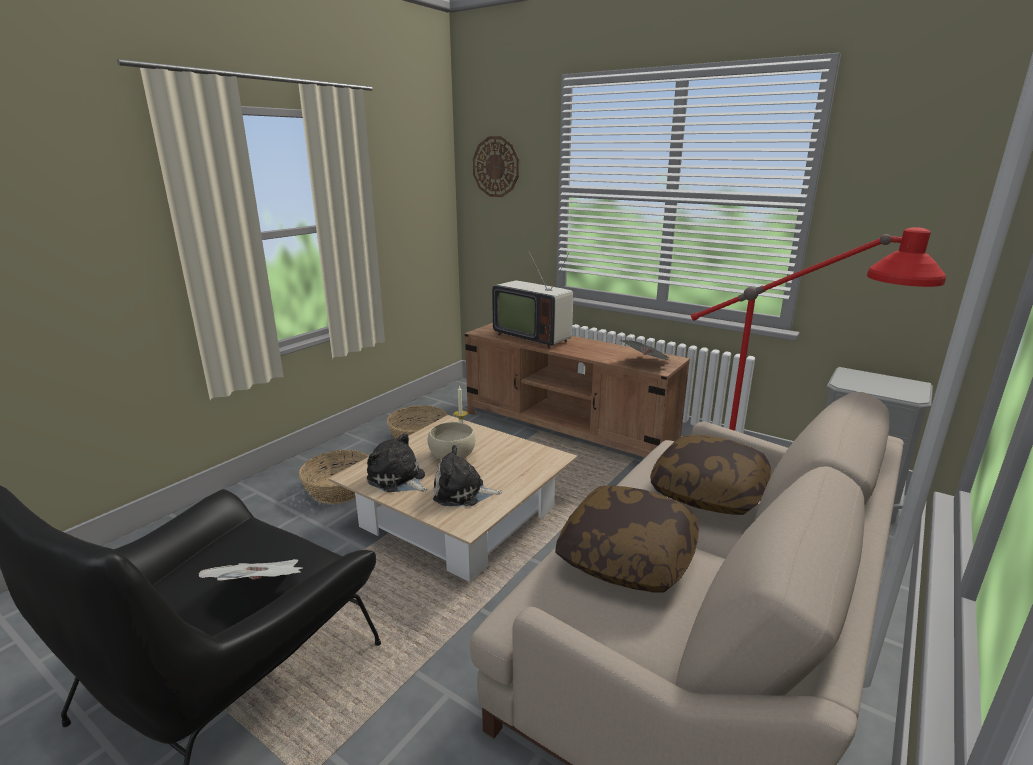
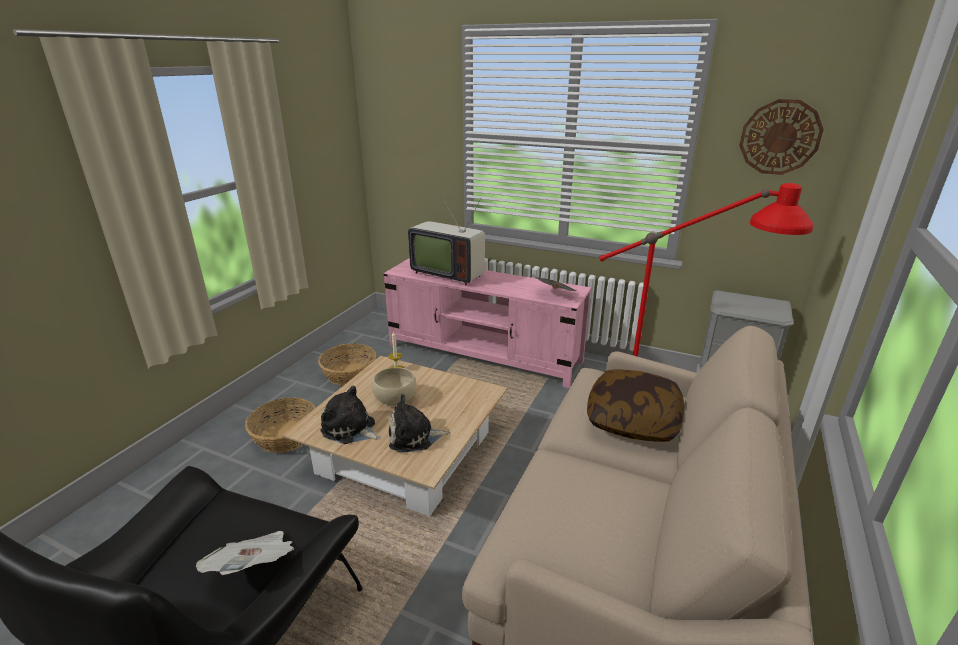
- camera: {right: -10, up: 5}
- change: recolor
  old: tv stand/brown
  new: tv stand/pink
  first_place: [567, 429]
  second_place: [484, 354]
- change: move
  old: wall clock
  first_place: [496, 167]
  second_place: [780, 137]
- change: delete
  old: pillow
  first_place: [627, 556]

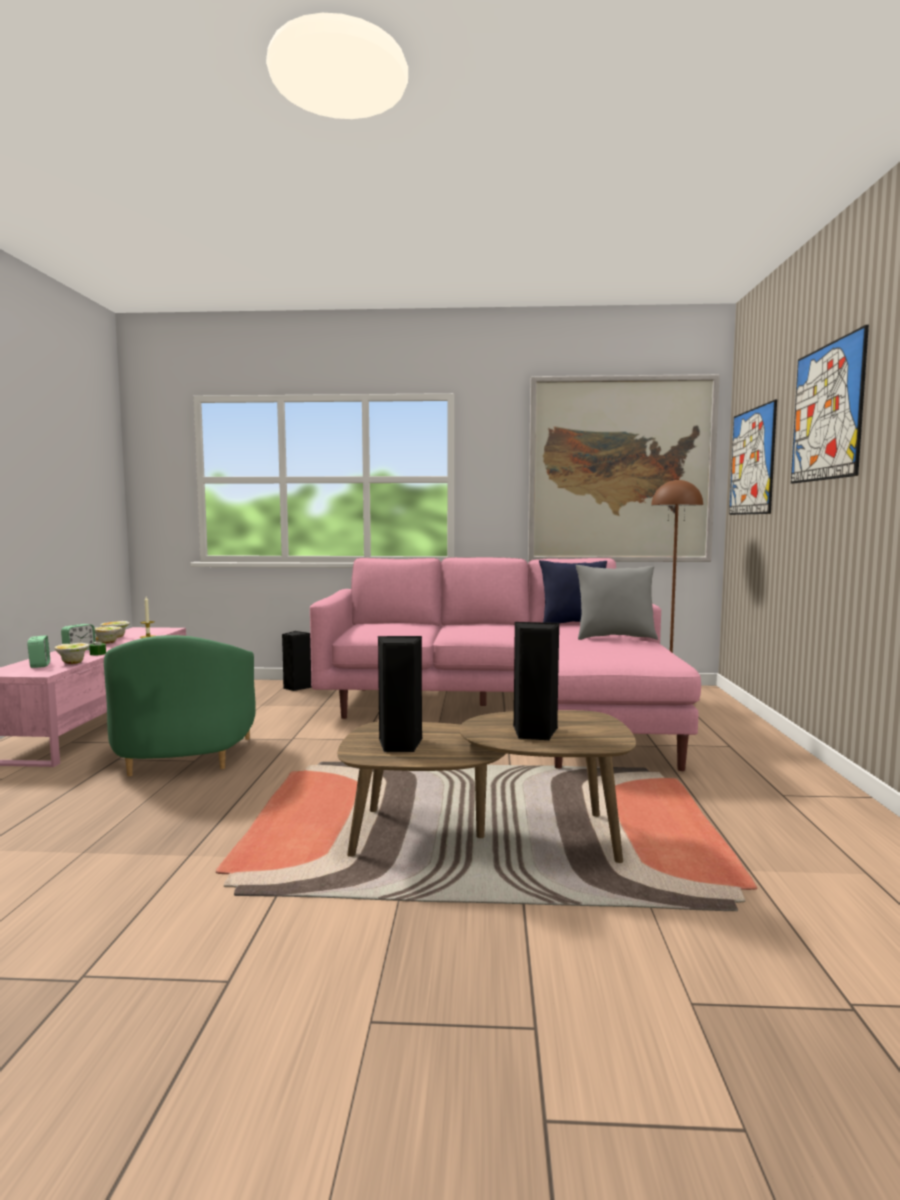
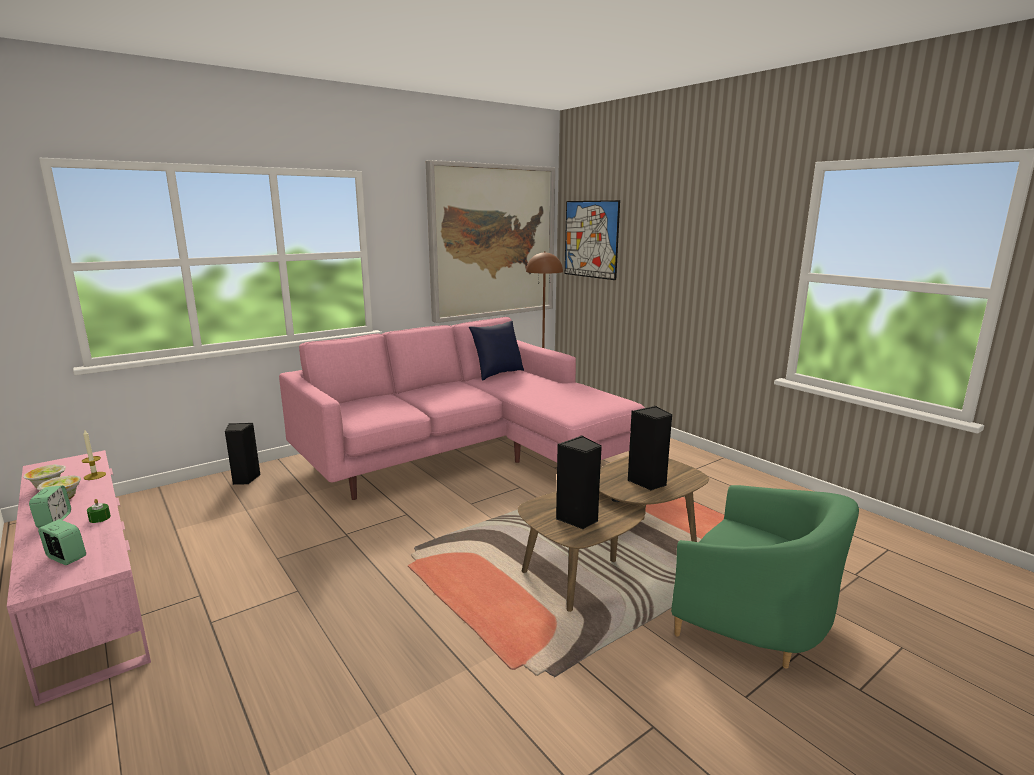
- camera: {right: -40, up: 10}
- change: delete
  old: bowl
  first_place: [74, 663]
- change: move
  old: armchair/green
  first_place: [183, 758]
  second_place: [753, 621]
- change: delete
  old: pillow/grey
  first_place: [614, 638]
- change: delete
  old: picture
  first_place: [826, 412]

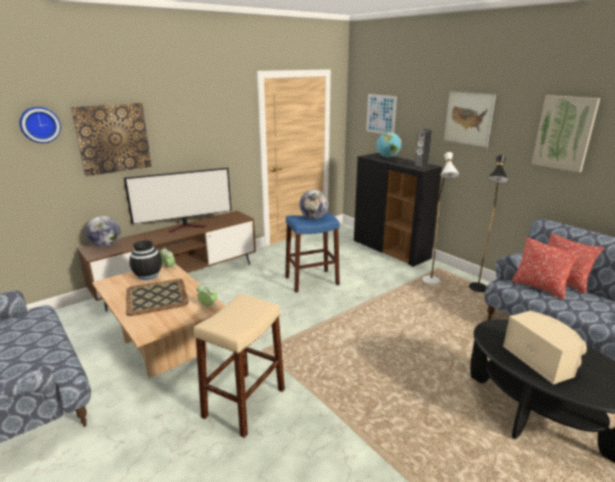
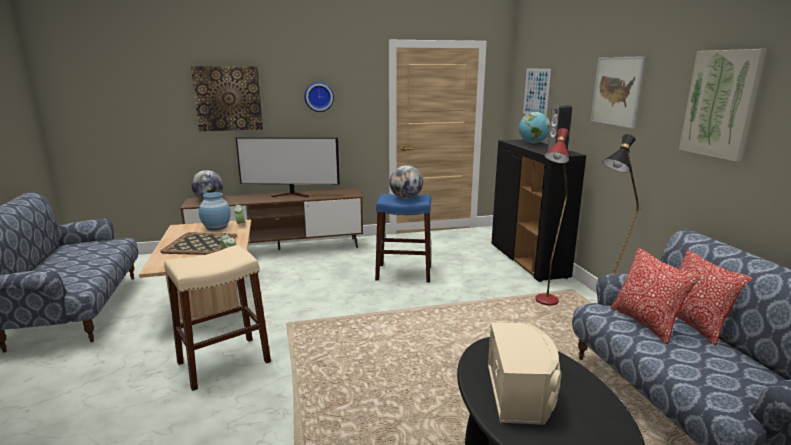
- camera: {right: 25, up: -5}
- change: move
  old: wall clock
  first_place: [40, 124]
  second_place: [319, 96]
- change: recolor
  old: vase/black
  new: vase/blue
  first_place: [147, 275]
  second_place: [216, 227]
- change: recolor
  old: floor lamp/white
  new: floor lamp/red
  first_place: [432, 284]
  second_place: [545, 304]

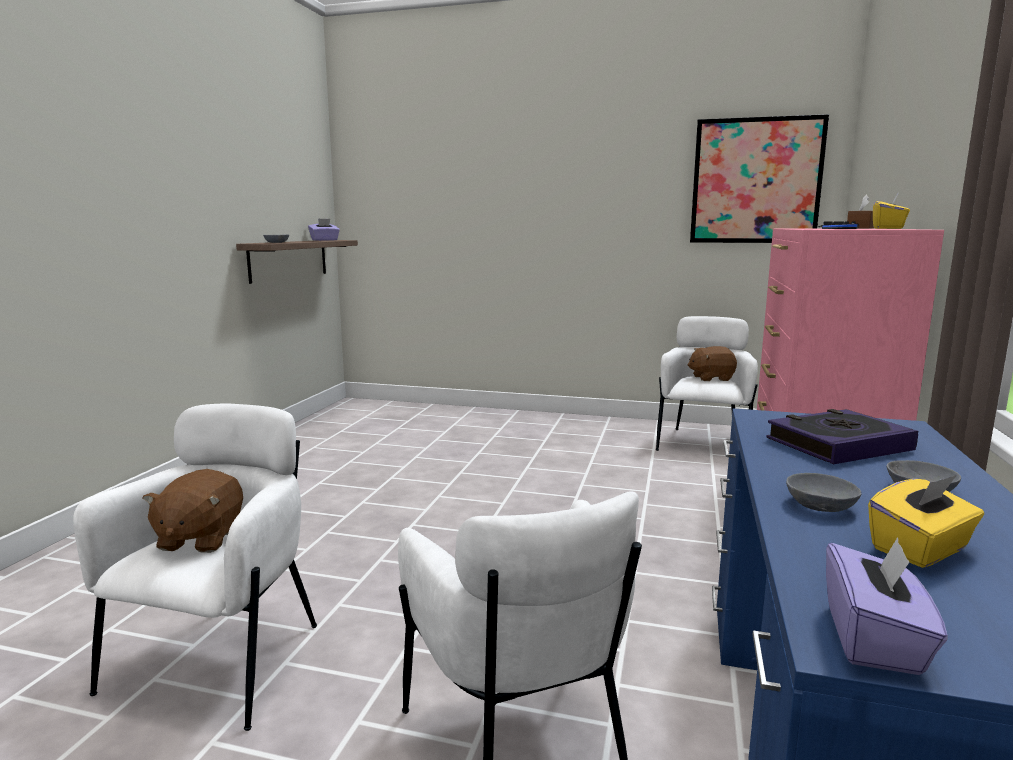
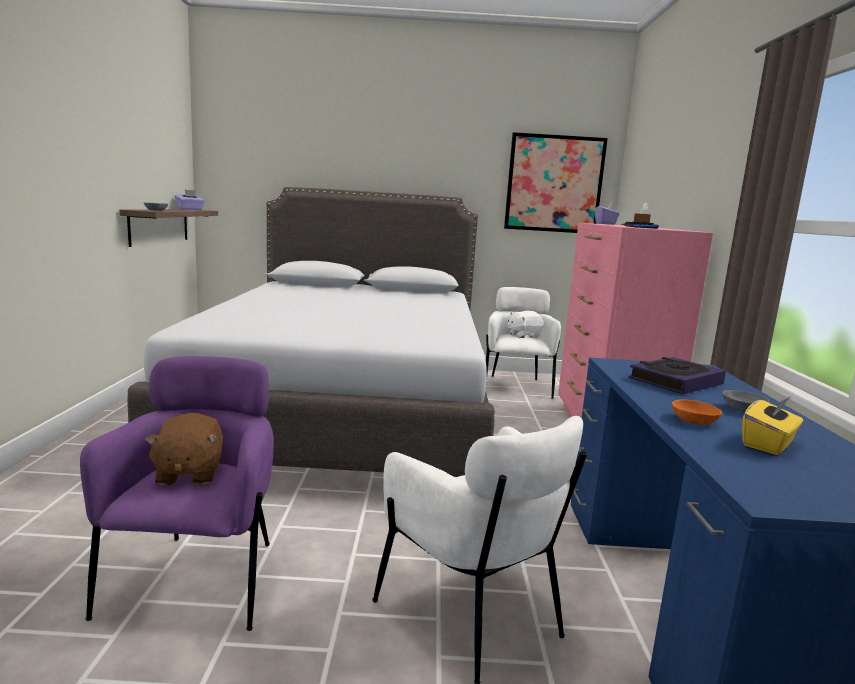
- camera: {right: -15, up: 0}
- change: recolor
  old: armchair/white
  new: armchair/purple
  first_place: [222, 660]
  second_place: [198, 579]
- change: recolor
  old: plush toy/brown
  new: plush toy/white
  first_place: [711, 378]
  second_place: [523, 335]
- change: recolor
  old: bowl/grey
  new: bowl/orange
  first_place: [823, 505]
  second_place: [695, 421]
- change: move
  old: tissue box/purple
  first_place: [874, 639]
  second_place: [605, 224]
- change: delete
  old: tissue box/yellow
  first_place: [888, 228]
- change: insert
  new: bed/grey
  second_place: [346, 410]

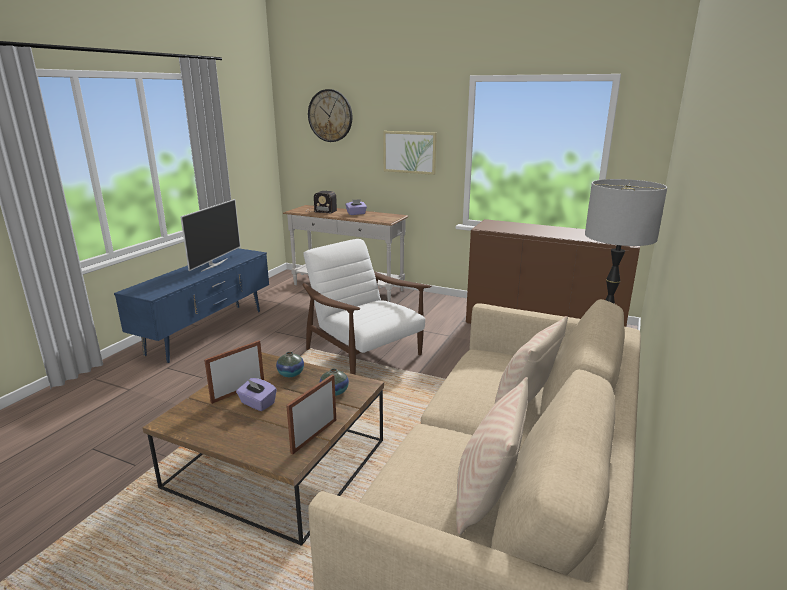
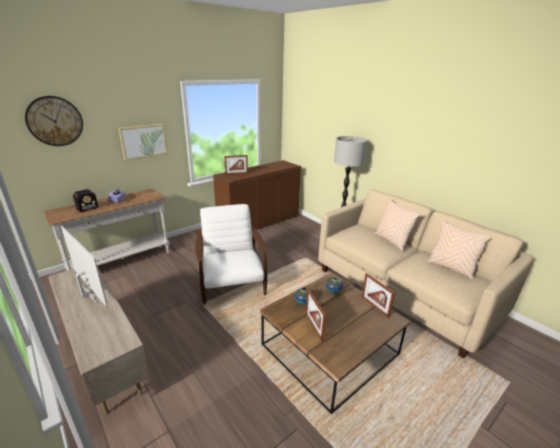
- camera: {right: -65, up: 5}
- change: recolor
  old: tv stand/blue
  new: tv stand/beige
  first_place: [207, 332]
  second_place: [105, 357]
- change: delete
  old: tissue box/purple
  first_place: [257, 403]
- change: rotate
  old: armchair/white
  first_place: [365, 353]
  second_place: [232, 283]
  degrees: 90
- change: insert
  new: picture frame
  second_place: [236, 173]

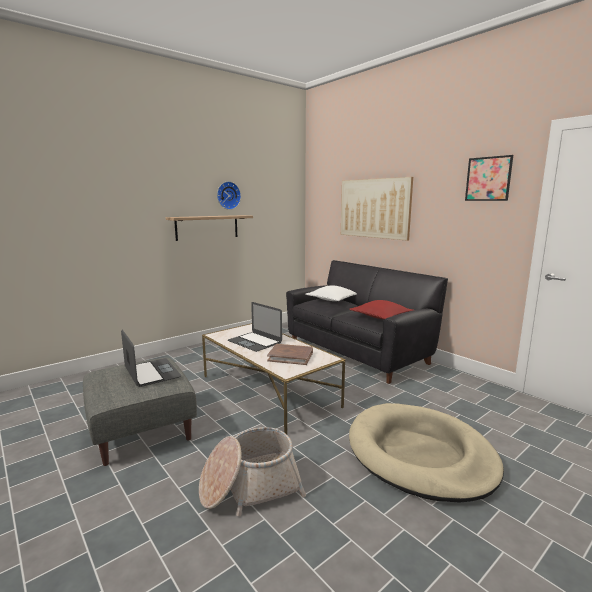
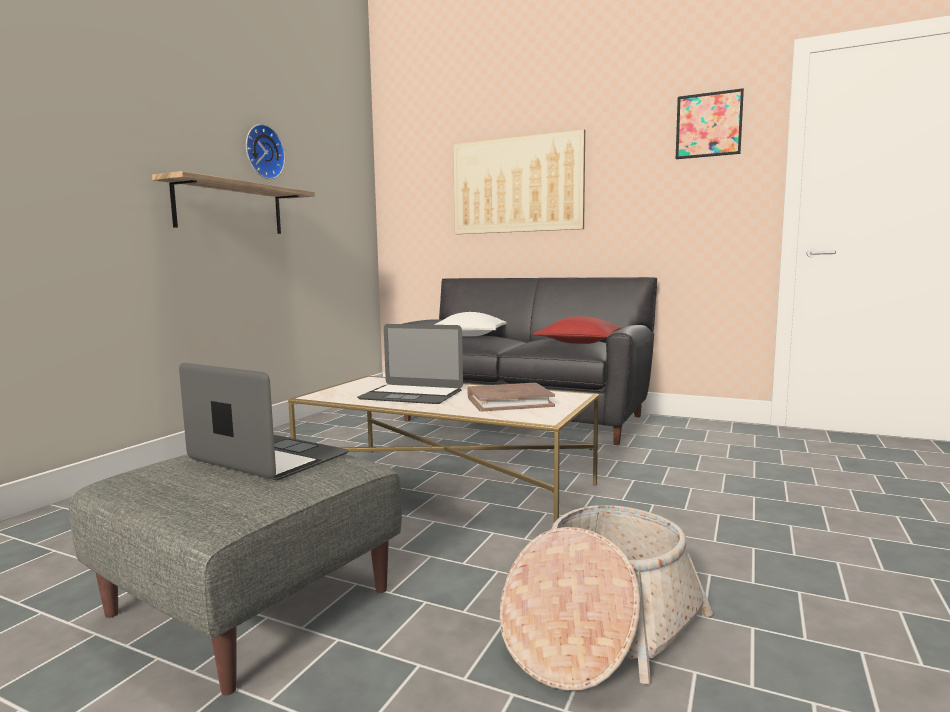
- camera: {right: -25, up: -5}
- change: delete
  old: dog bed/beige
  first_place: [420, 454]

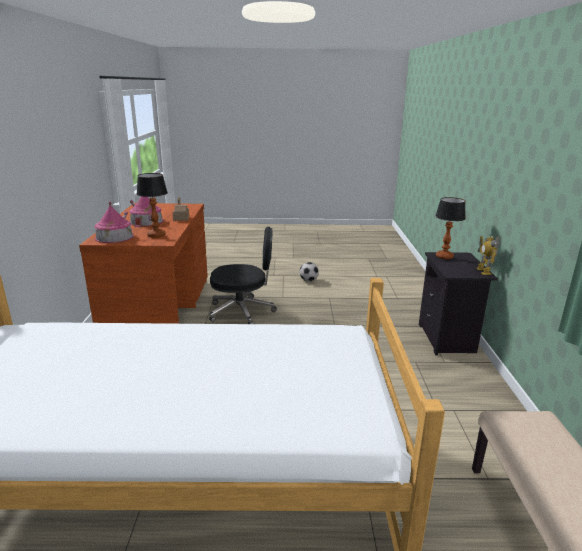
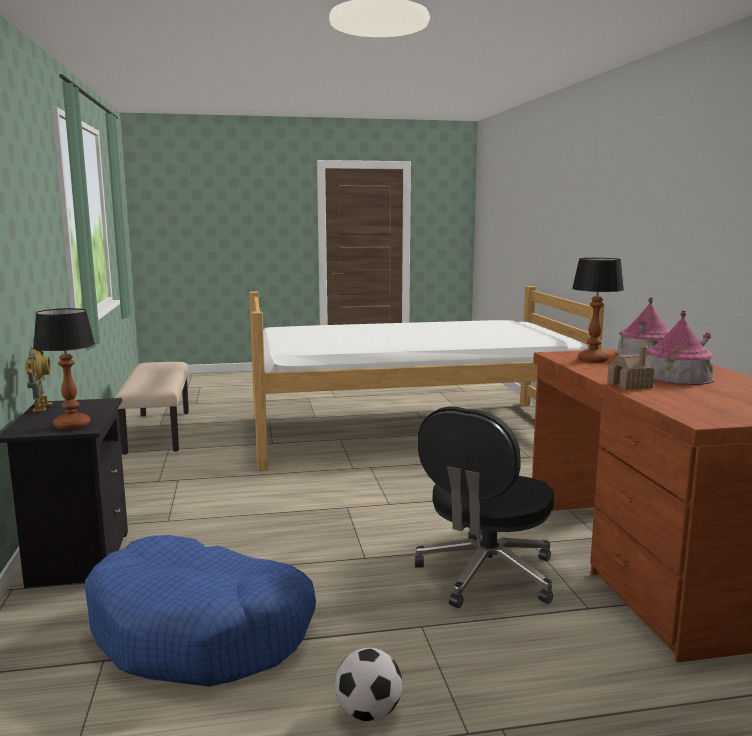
- camera: {right: 170, up: -10}
- change: rotate
  old: office chair/black
  first_place: [242, 311]
  second_place: [485, 575]
  degrees: -45
- change: insert
  new: dog bed/blue
  second_place: [201, 632]

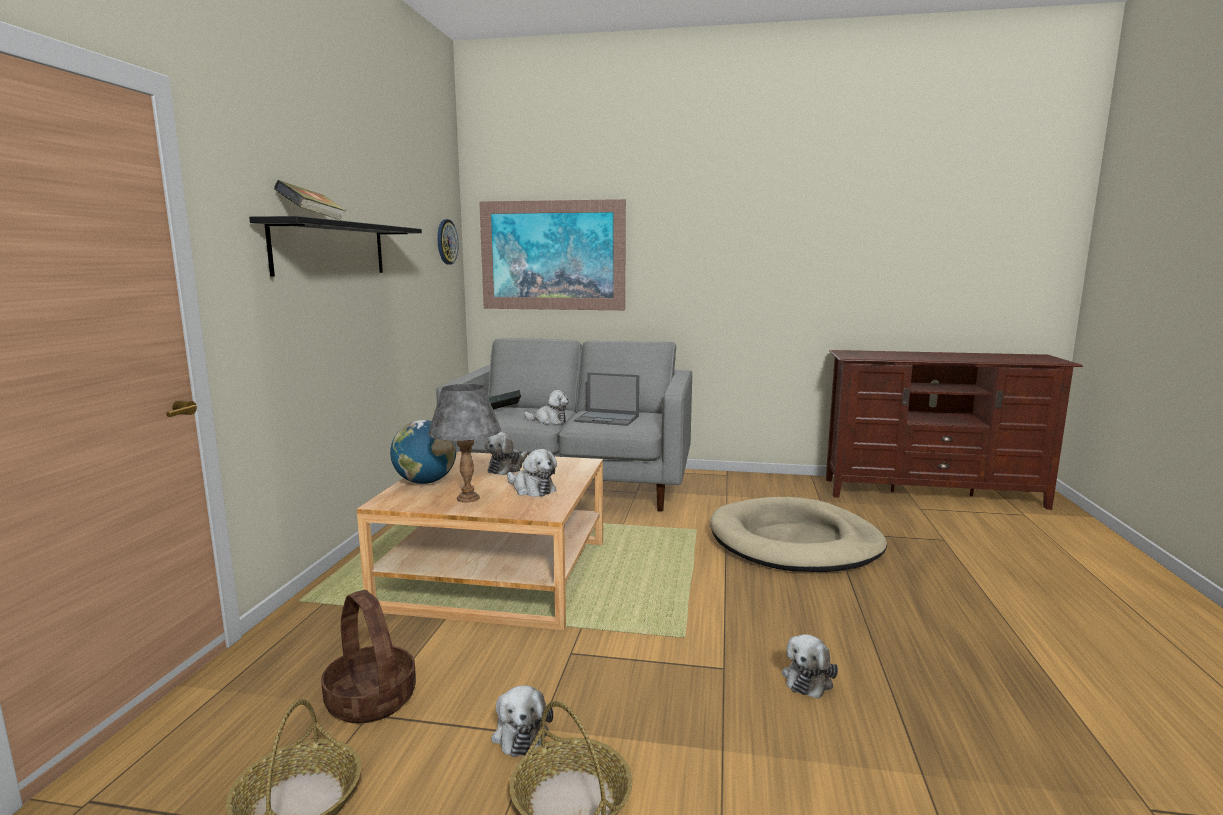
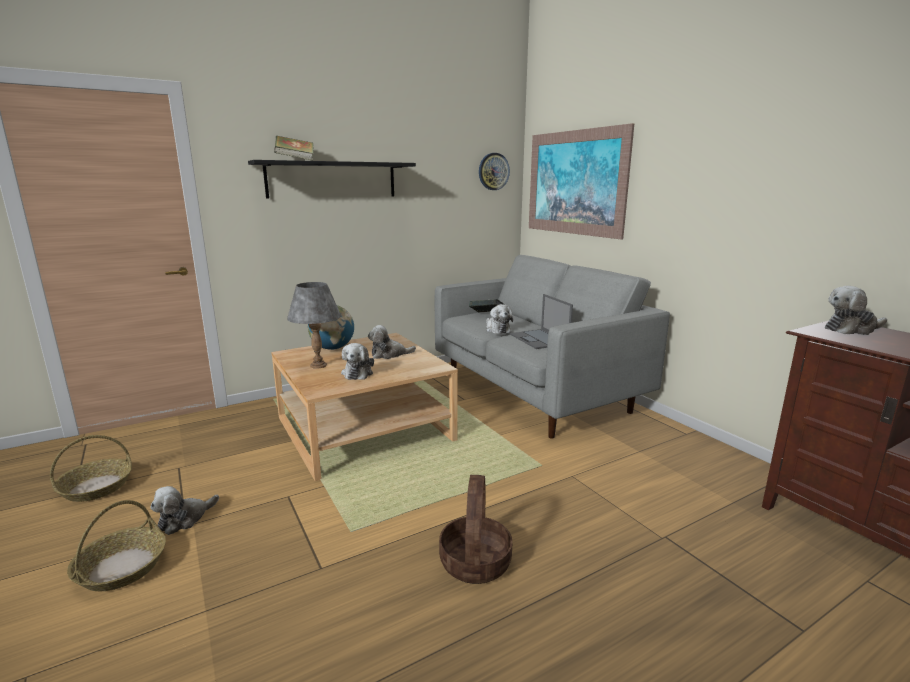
- camera: {right: 50, up: 5}
- change: move
  old: basket
  first_place: [372, 700]
  second_place: [475, 562]
- change: delete
  old: dog bed/beige
  first_place: [795, 542]
- change: move
  old: plush toy
  first_place: [808, 678]
  second_place: [851, 329]

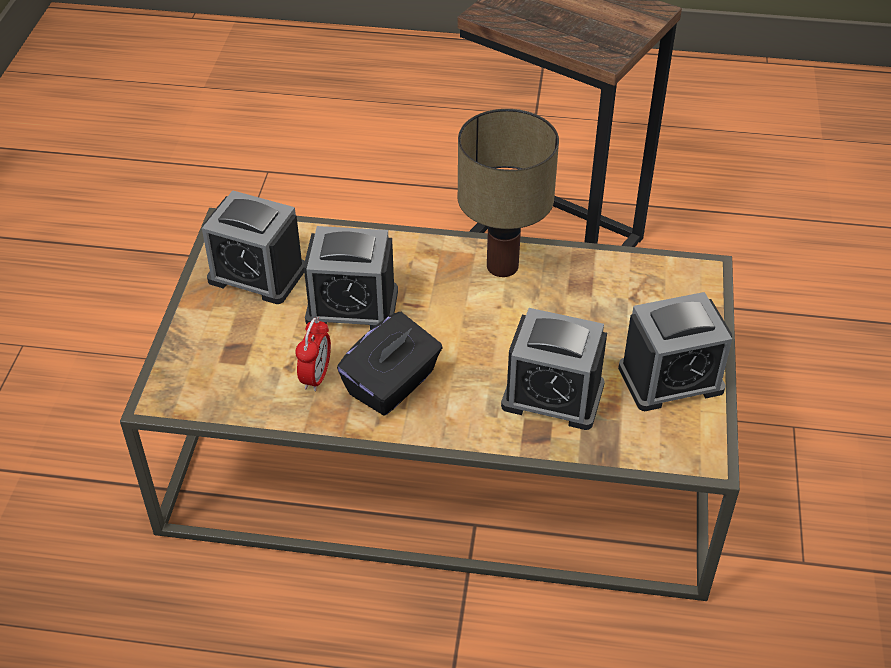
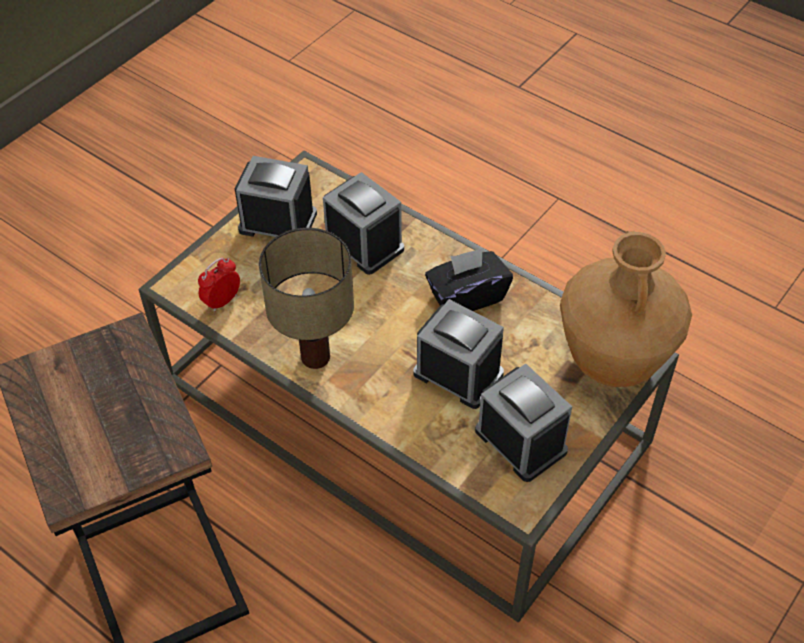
- camera: {right: -150, up: 5}
- change: move
  old: alarm clock
  first_place: [316, 376]
  second_place: [222, 301]
- change: insert
  new: vase/brown
  second_place: [612, 362]

